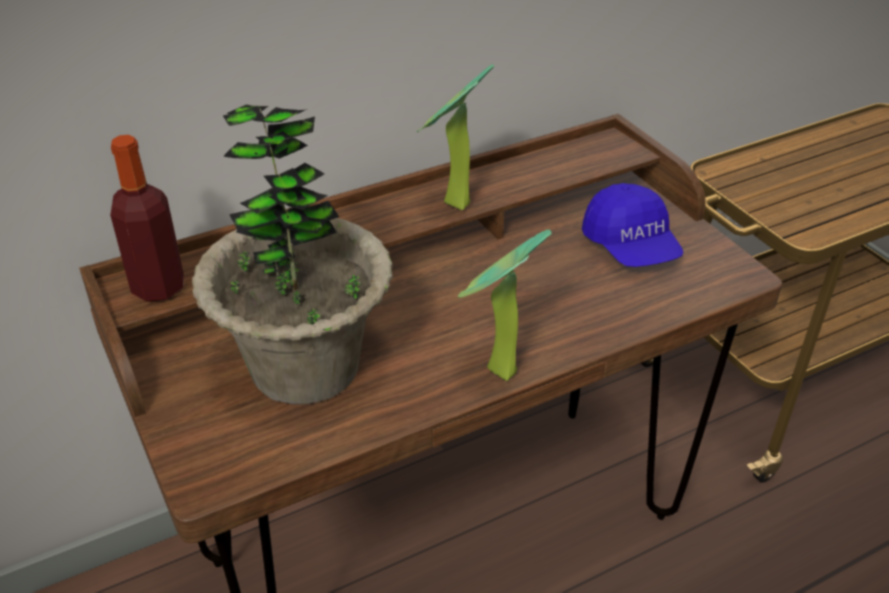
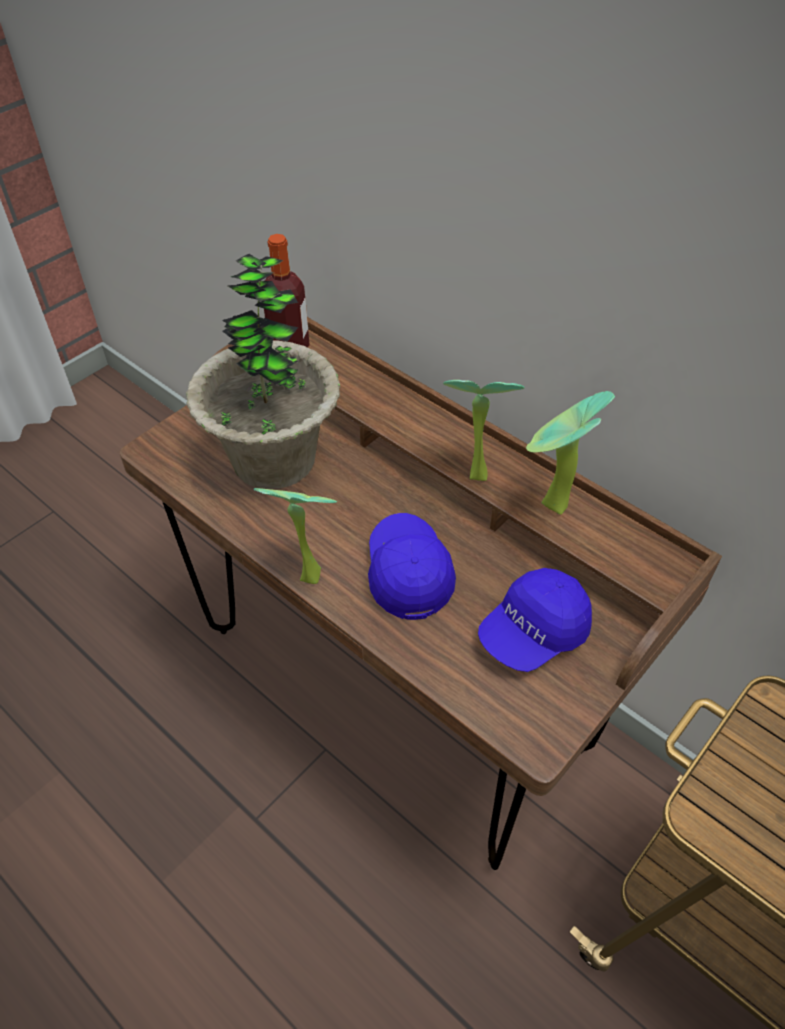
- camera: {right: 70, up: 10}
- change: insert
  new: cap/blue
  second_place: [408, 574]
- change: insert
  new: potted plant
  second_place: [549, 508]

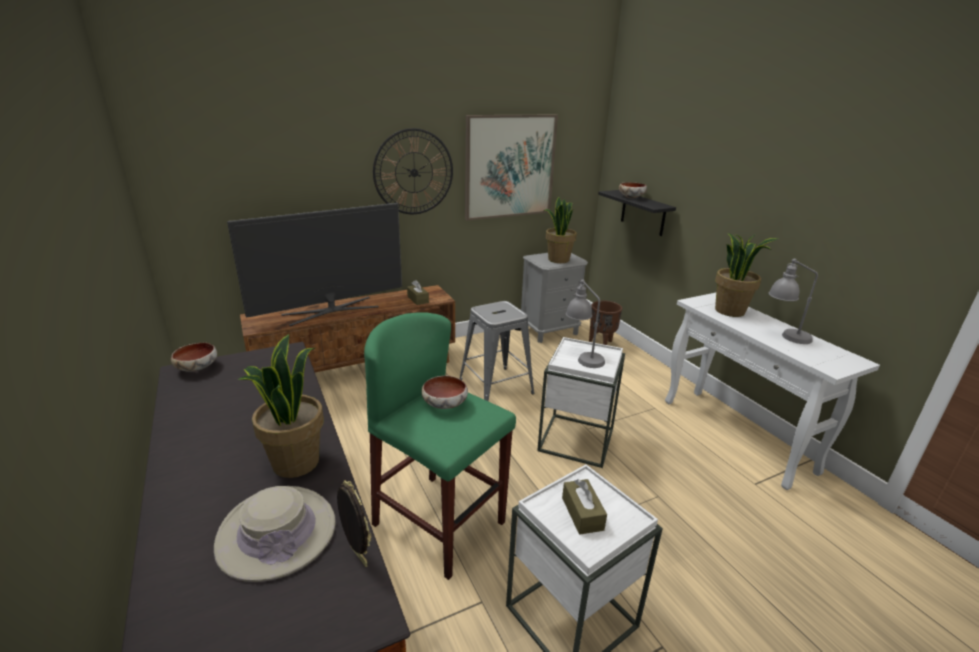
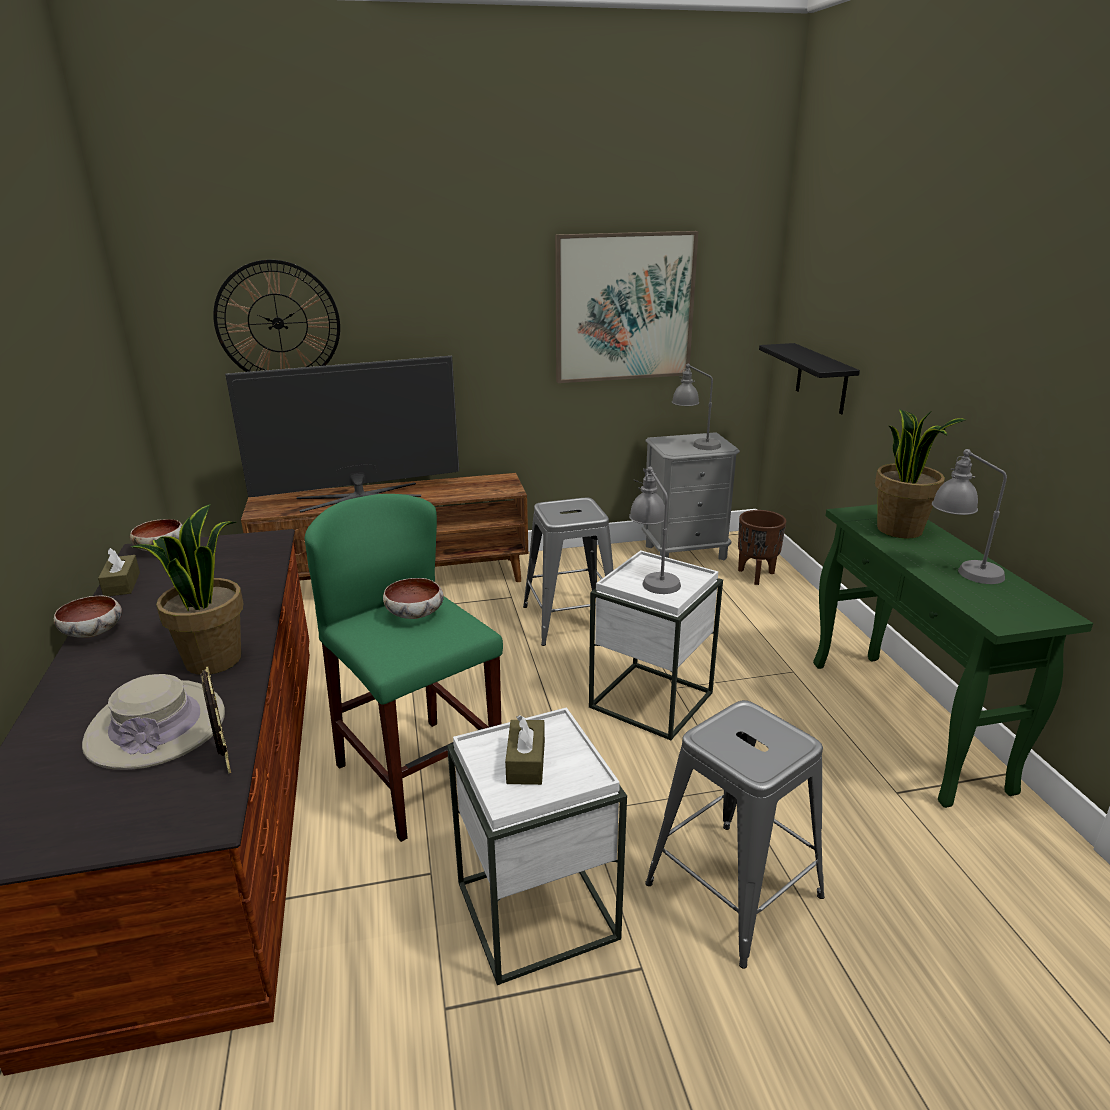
- camera: {right: 15, up: 0}
- change: move
  old: wall clock
  first_place: [414, 172]
  second_place: [278, 323]
- change: move
  old: tissue box/brown
  first_place: [418, 299]
  second_place: [122, 584]
- change: replace
  old: potted plant
  new: table lamp/grey
  first_place: [558, 259]
  second_place: [694, 445]
- change: move
  old: bowl
  first_place: [631, 197]
  second_place: [94, 632]
- change: recolor
  old: console table/white
  new: console table/green
  first_place: [737, 435]
  second_place: [906, 724]
- change: insert
  new: stool/grey
  second_place: [734, 890]

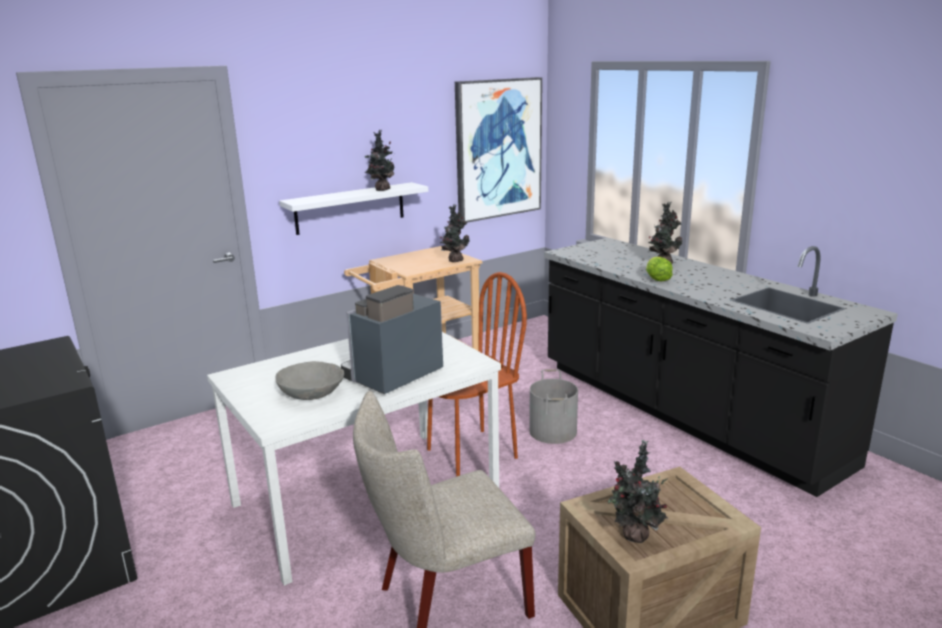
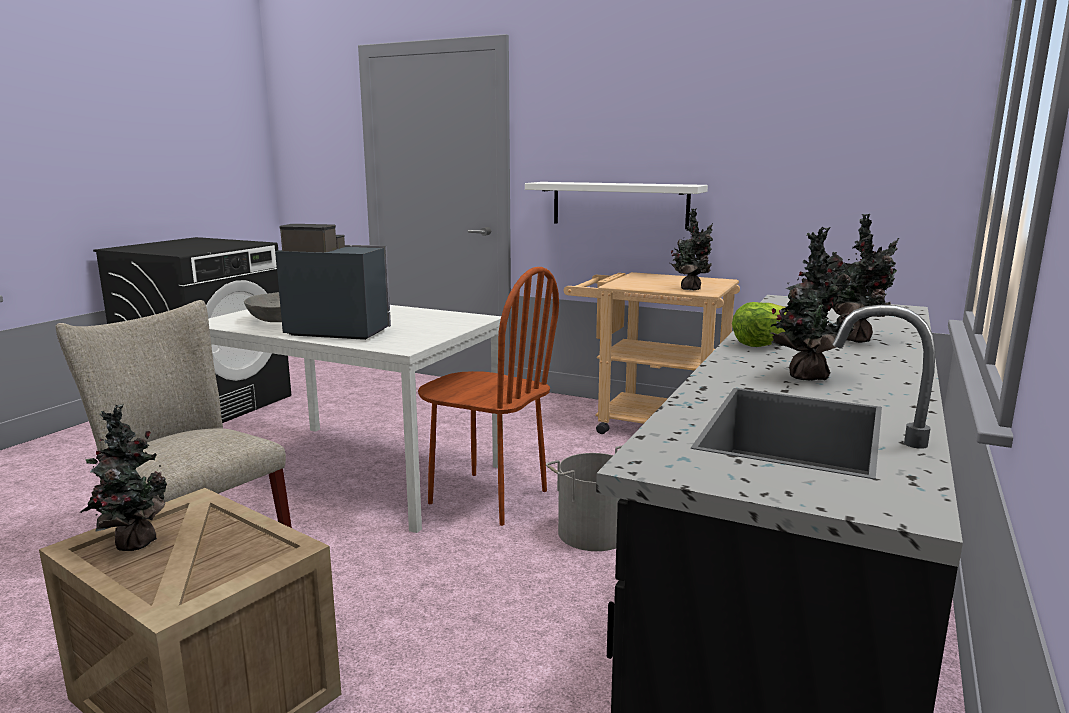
- camera: {right: 60, up: -5}
- change: move
  old: potted plant
  first_place: [381, 189]
  second_place: [805, 376]
- change: delete
  old: picture
  first_place: [498, 149]

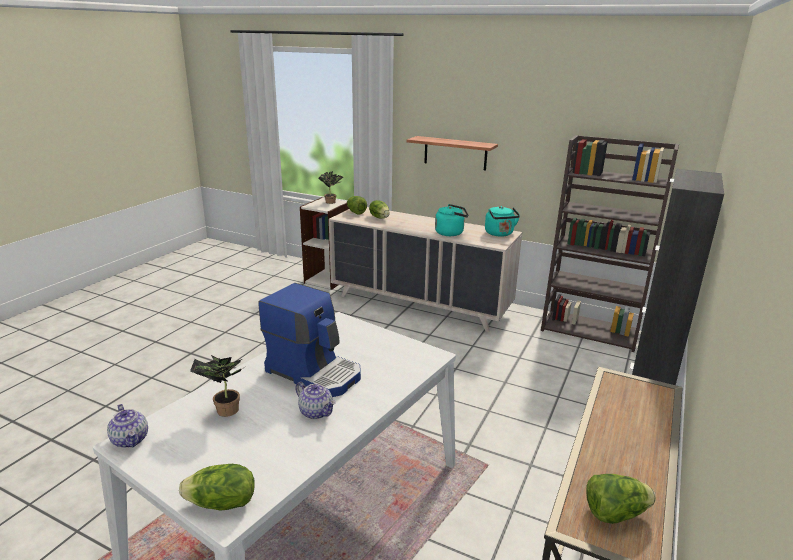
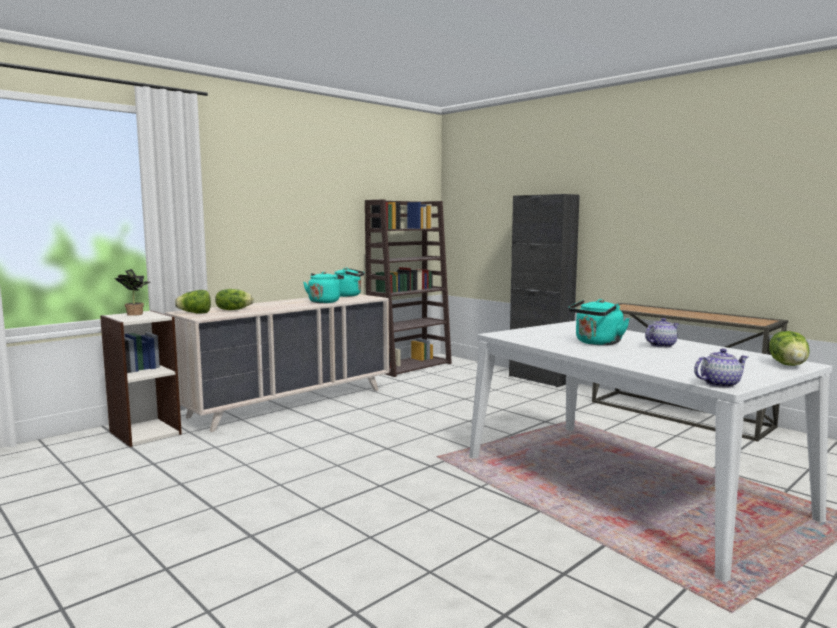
- camera: {right: -70, up: -15}
- change: delete
  old: potted plant
  first_place: [224, 411]
- change: replace
  old: coffee machine
  new: kettle/turquoise
  first_place: [315, 372]
  second_place: [597, 343]
- change: delete
  old: shelf
  first_place: [455, 153]
- change: delete
  old: lettuce
  first_place: [615, 513]

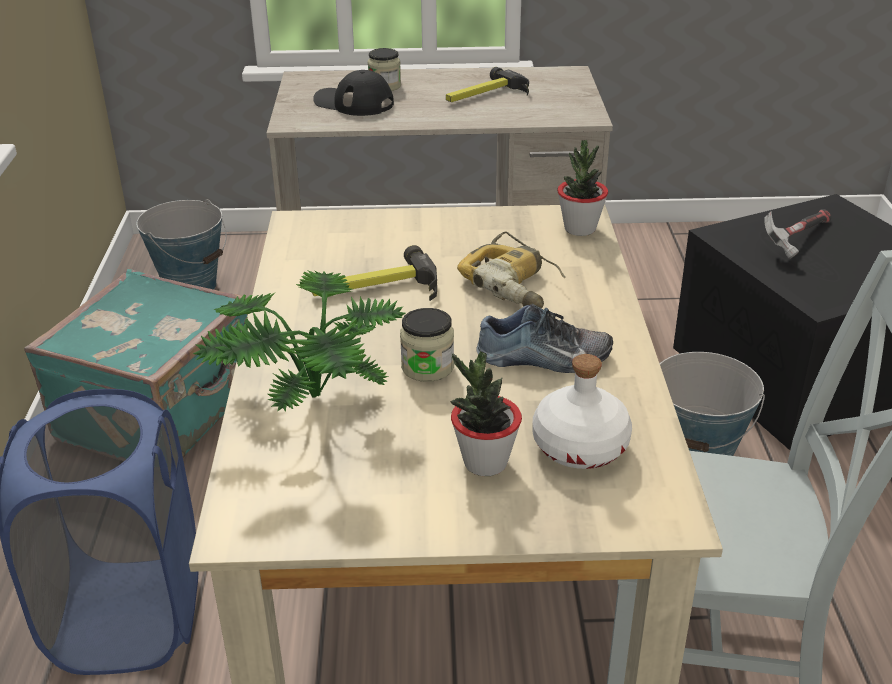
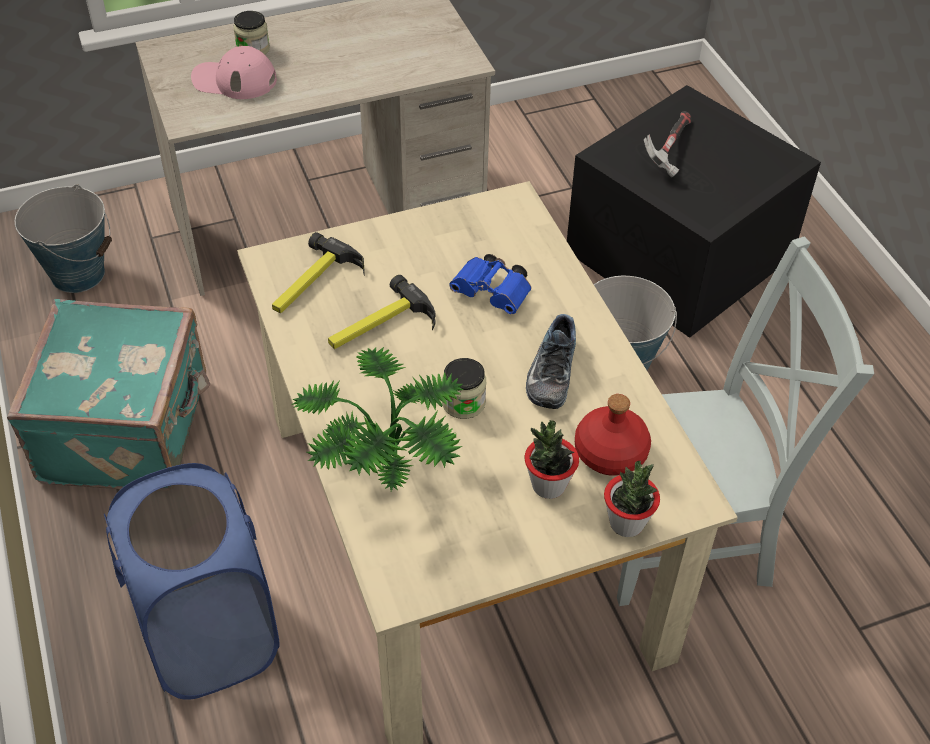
- camera: {right: -20, up: 15}
- change: recolor
  old: cap/black
  new: cap/pink
  first_place: [353, 103]
  second_place: [234, 80]
- change: move
  old: hammer
  first_place: [485, 95]
  second_place: [314, 284]
- change: replace
  old: power drill
  new: binoculars/blue
  first_place: [515, 283]
  second_place: [494, 294]
- change: rotate
  old: shoe
  first_place: [544, 358]
  second_place: [550, 372]
  degrees: 120
- change: recolor
  old: bottle/white
  new: bottle/red
  first_place: [581, 447]
  second_place: [611, 453]
- change: move
  old: potted plant
  first_place: [580, 229]
  second_place: [626, 523]

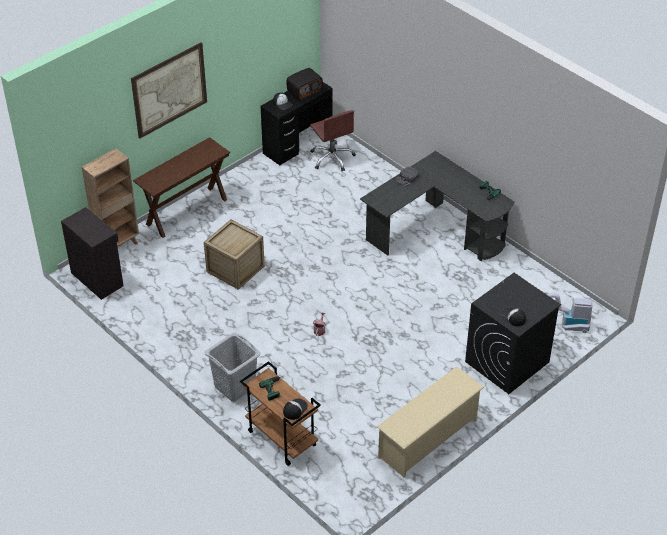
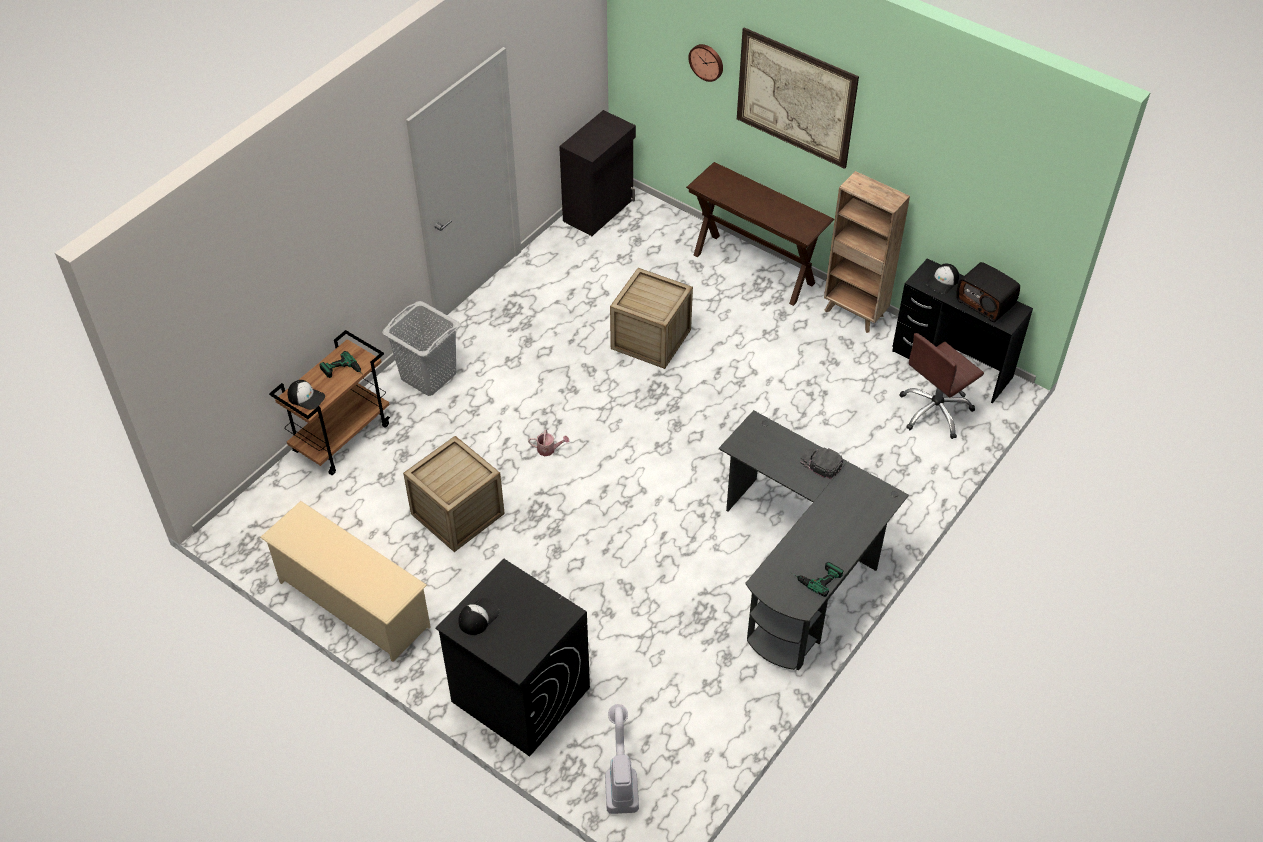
- camera: {right: 80, up: 5}
- change: move
  old: bookcase/brown
  first_place: [118, 246]
  second_place: [855, 314]
- change: insert
  new: crate
  second_place: [457, 514]
- change: insert
  new: wall clock
  second_place: [707, 61]

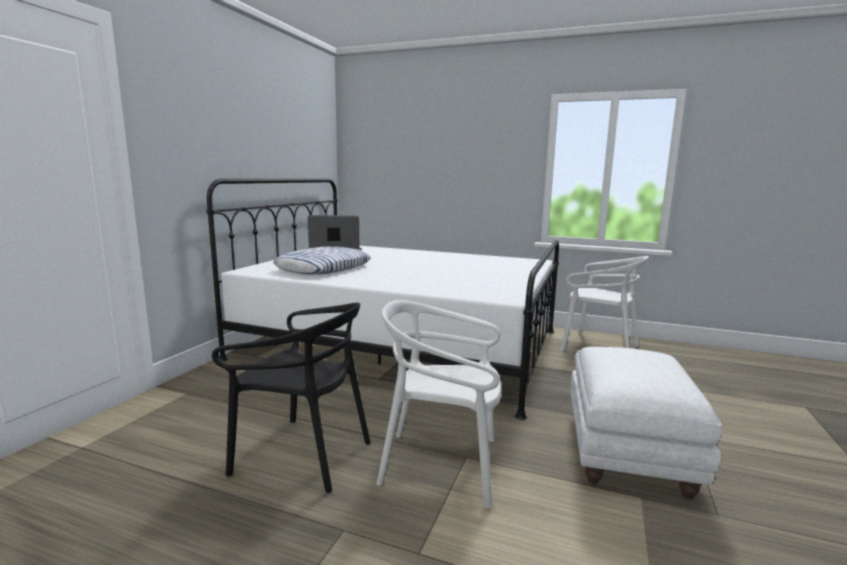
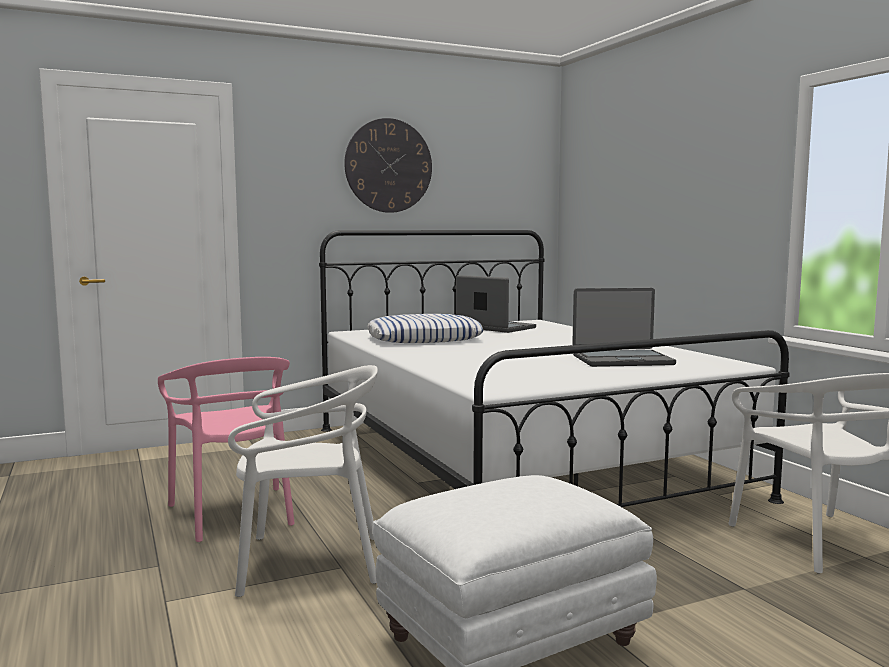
- camera: {right: 45, up: -5}
- change: recolor
  old: chair/black
  new: chair/pink
  first_place: [303, 455]
  second_place: [234, 513]
- change: rotate
  old: chair/white
  first_place: [442, 464]
  second_place: [309, 562]
  degrees: 120
- change: insert
  new: wall clock
  second_place: [388, 166]
- change: insert
  new: laptop
  second_place: [621, 360]

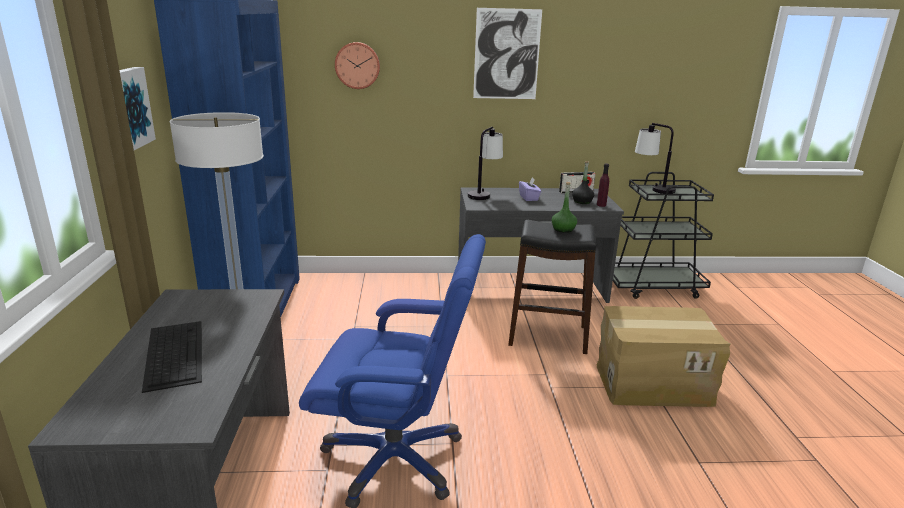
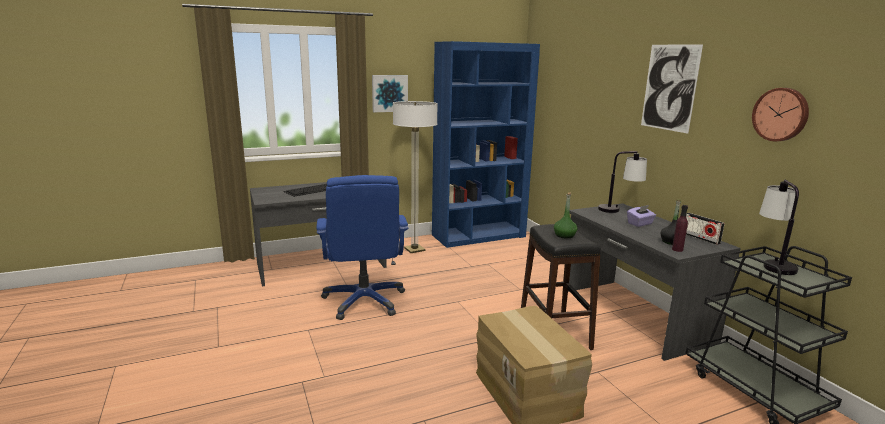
- camera: {right: 70, up: -5}
- change: move
  old: wall clock
  first_place: [357, 65]
  second_place: [781, 114]

